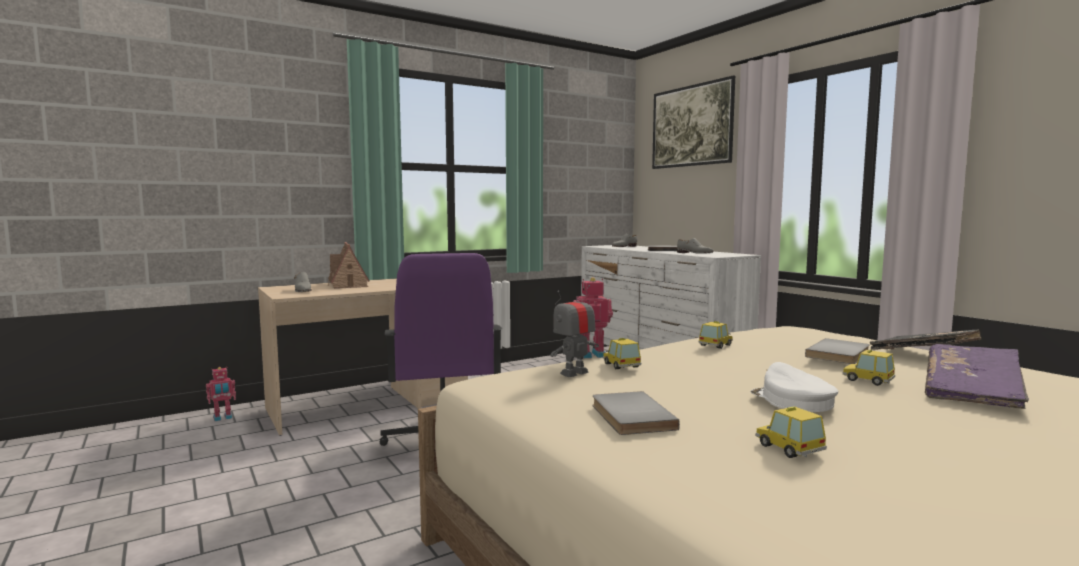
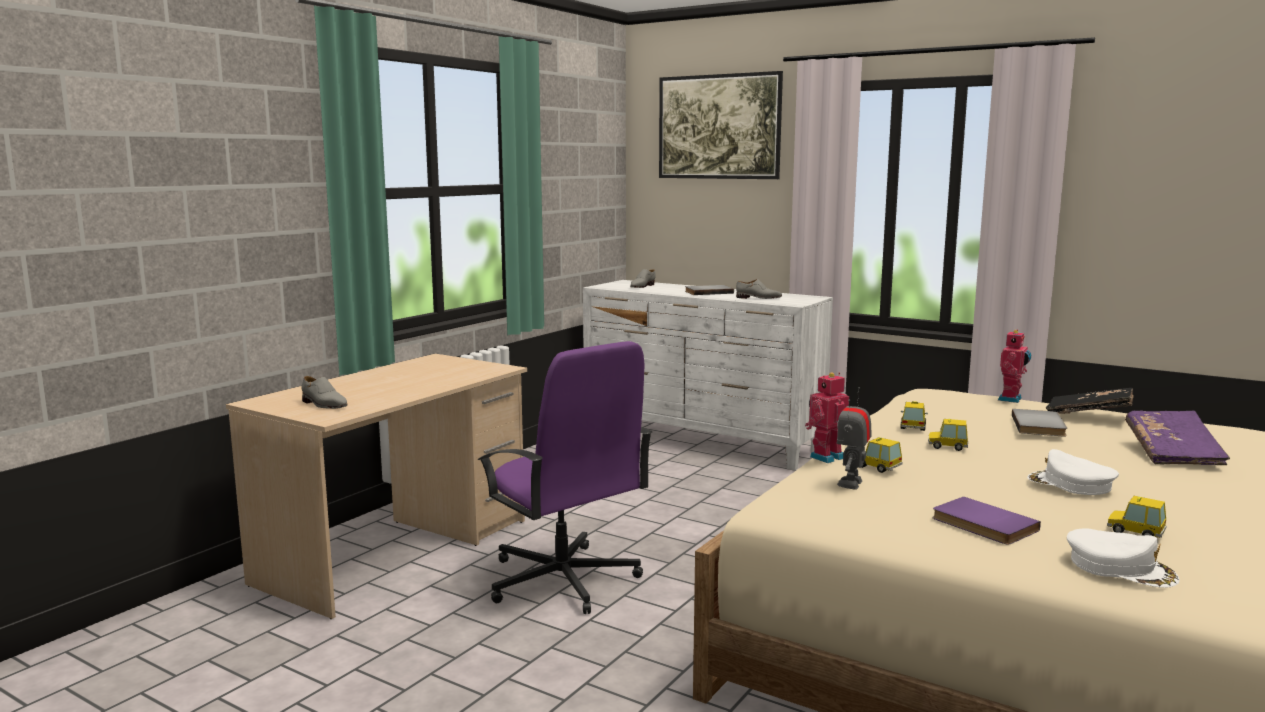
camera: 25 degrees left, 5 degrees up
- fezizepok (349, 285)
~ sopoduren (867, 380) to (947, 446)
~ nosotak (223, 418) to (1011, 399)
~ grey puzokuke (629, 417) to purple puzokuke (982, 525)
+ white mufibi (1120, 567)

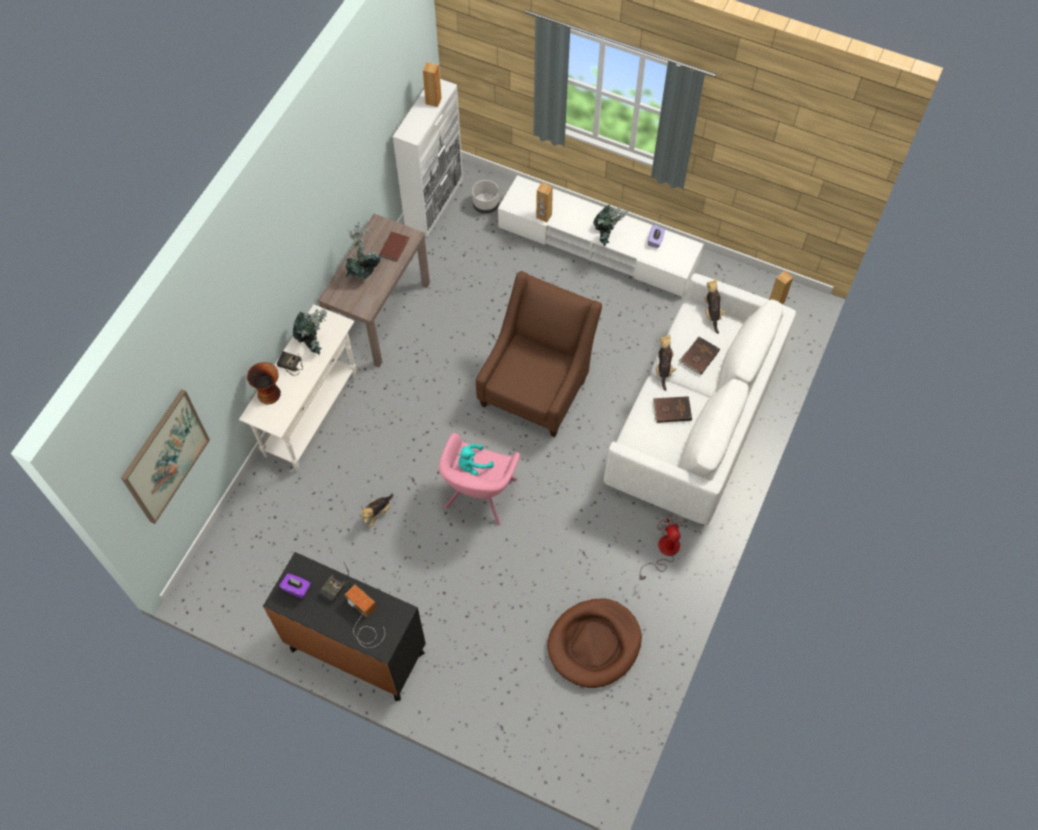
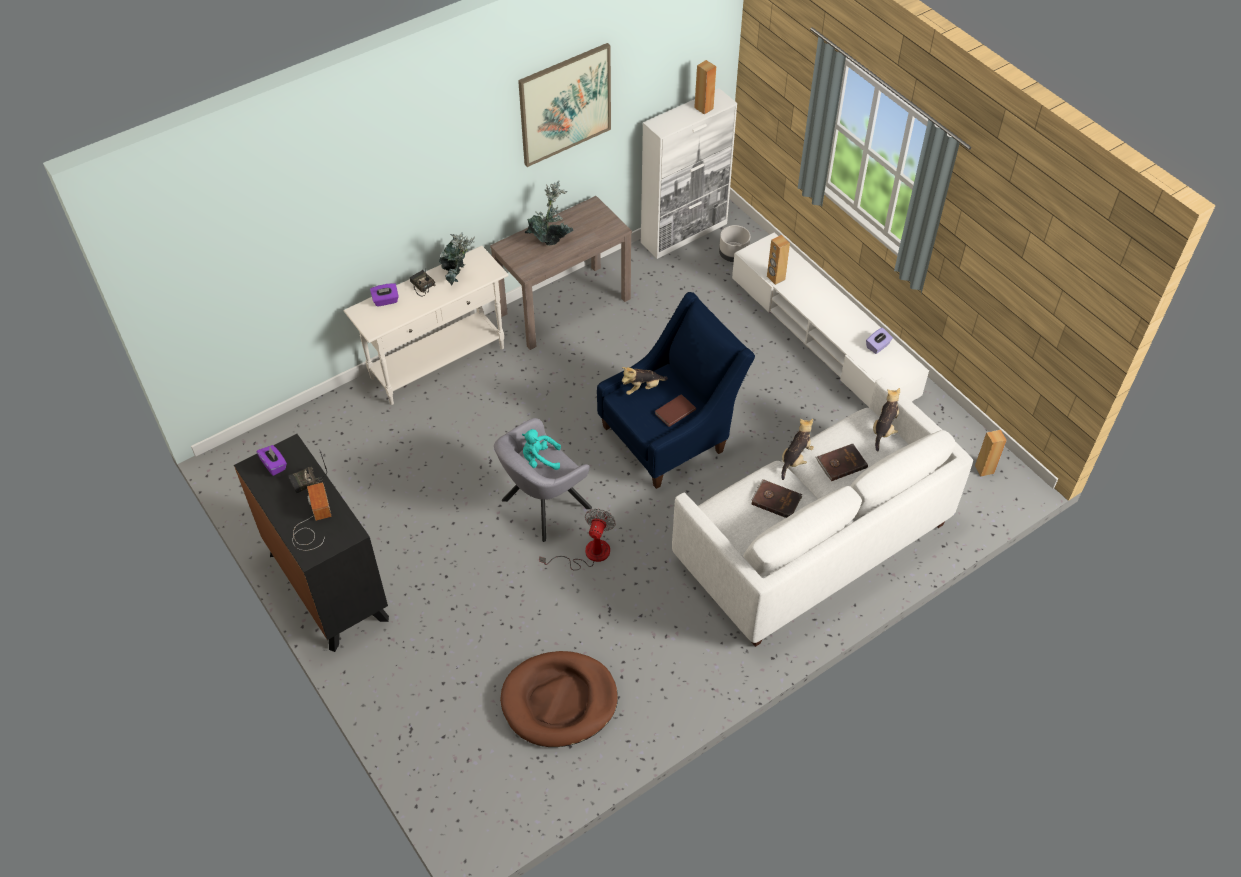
camera: 30 degrees right, 10 degrees down
- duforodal (606, 236)
~ brown puzokuke (393, 247) to (674, 411)
~ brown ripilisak (537, 387) to blue ripilisak (671, 435)
~ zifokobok (269, 393) to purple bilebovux (386, 301)
~ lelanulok (165, 456) to (565, 104)
~ pink ripilisak (478, 496) to grey ripilisak (542, 506)
~ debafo (378, 513) to (642, 388)
~ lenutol (664, 552) to (588, 554)

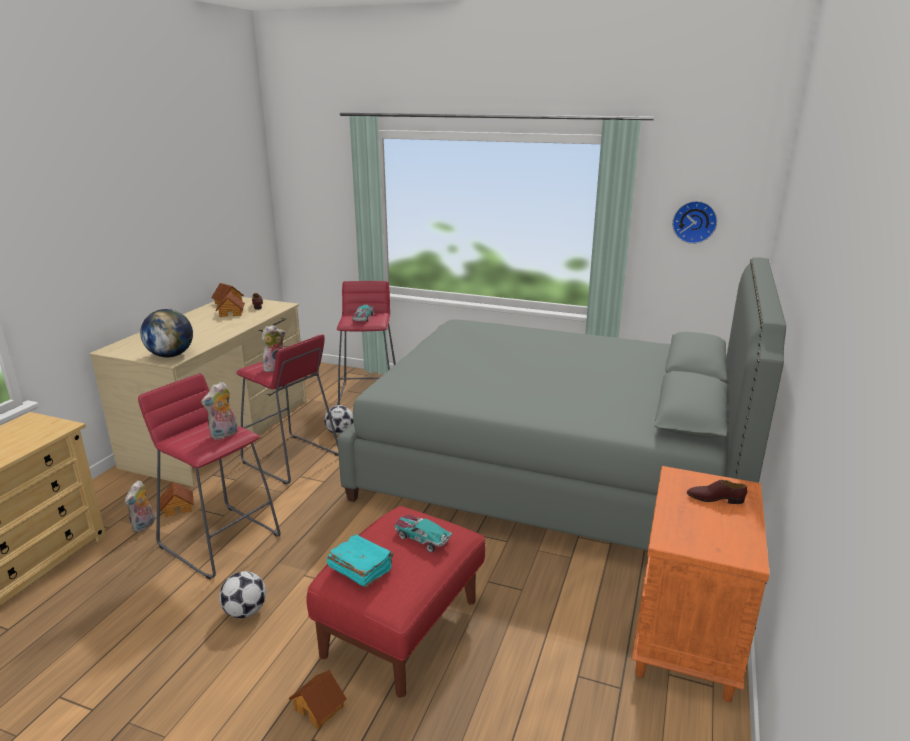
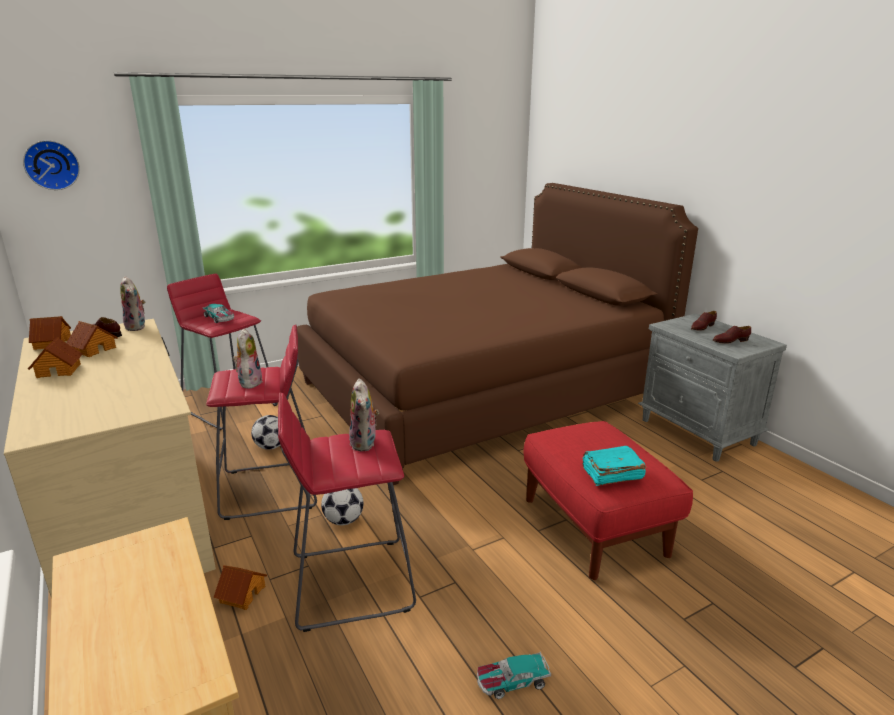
camera: 50 degrees left, 0 degrees up
~ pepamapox (694, 221) to (52, 165)
~ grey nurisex (552, 470) to brown nurisex (480, 390)
- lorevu (171, 355)
~ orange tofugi (686, 639) to grey tofugi (698, 432)
~ debafo (144, 526) to (137, 327)
~ sopoduren (422, 538) to (512, 681)
~ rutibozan (245, 611) to (343, 520)
~ fezizepok (319, 707) to (59, 370)
+ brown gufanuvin (730, 341)

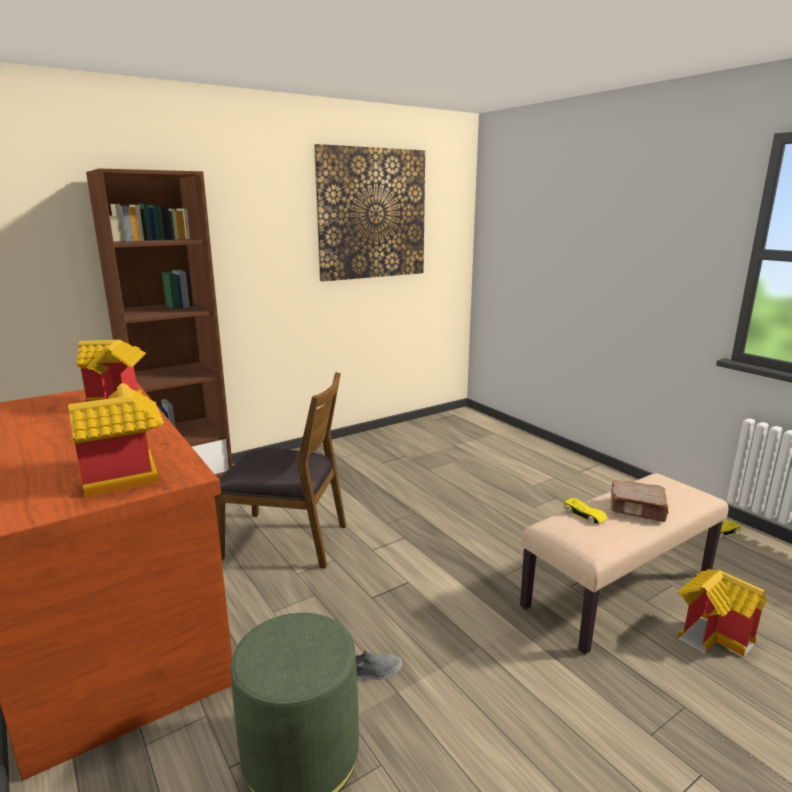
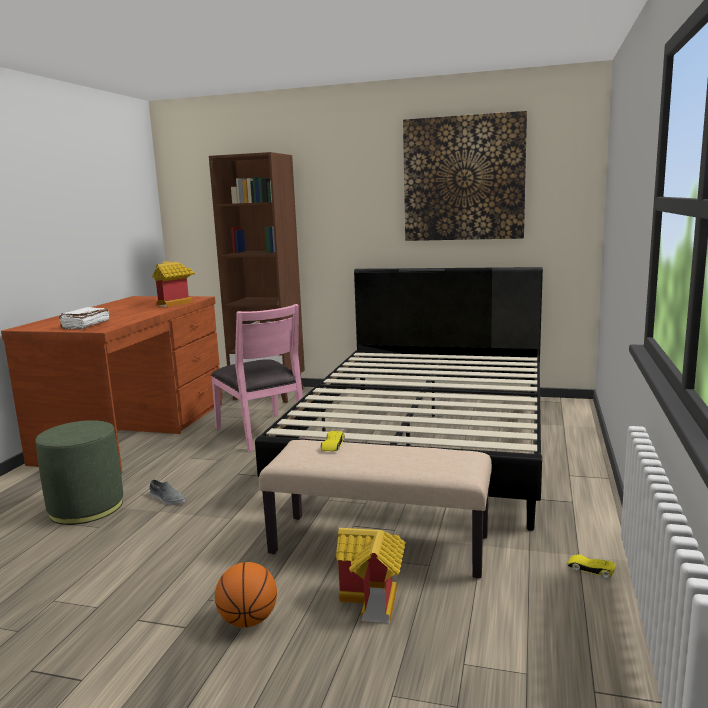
camera: 50 degrees right, 5 degrees down
~ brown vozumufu (286, 540) to pink vozumufu (262, 432)
~ fezizepok (127, 479) to white puzokuke (85, 326)
- brown puzokuke (637, 510)
+ black nurisex (425, 442)
+ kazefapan (248, 620)

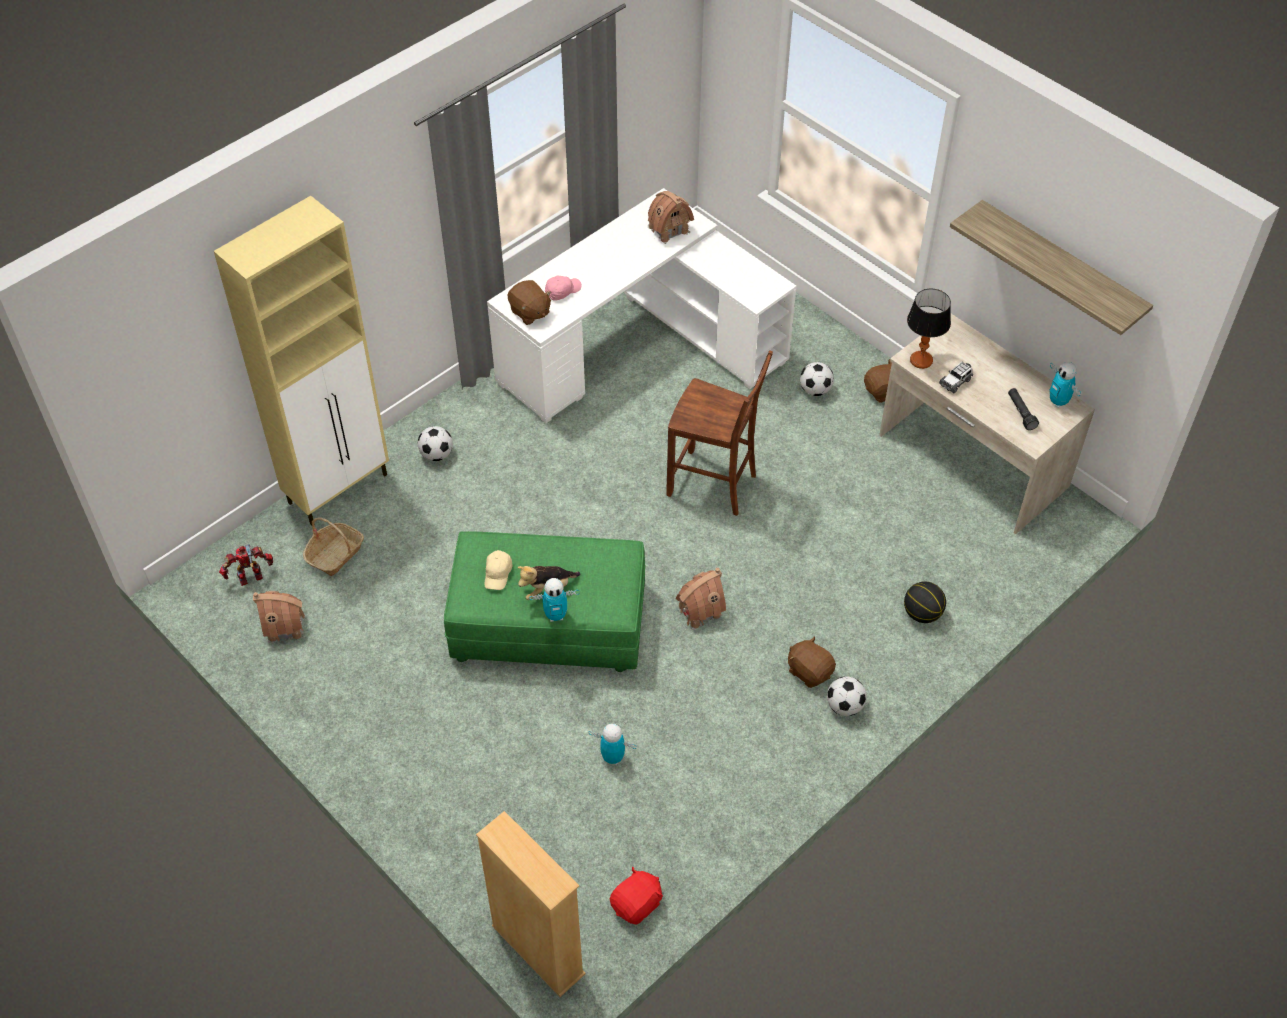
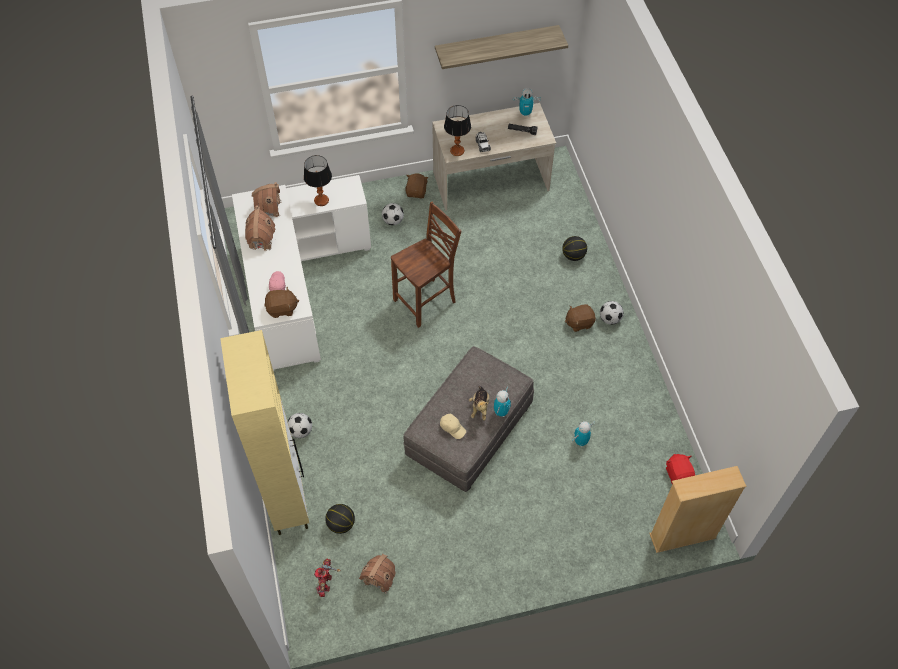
camera: 60 degrees left, 5 degrees up
~ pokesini (335, 554) to kazefapan (341, 524)
~ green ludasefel (549, 621) to grey ludasefel (469, 429)
~ fezizepok (699, 610) to (261, 240)
+ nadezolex (321, 201)

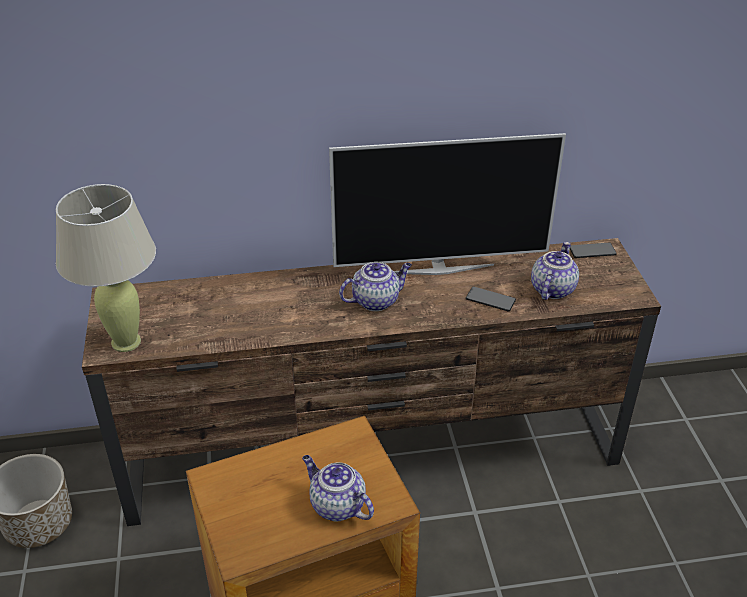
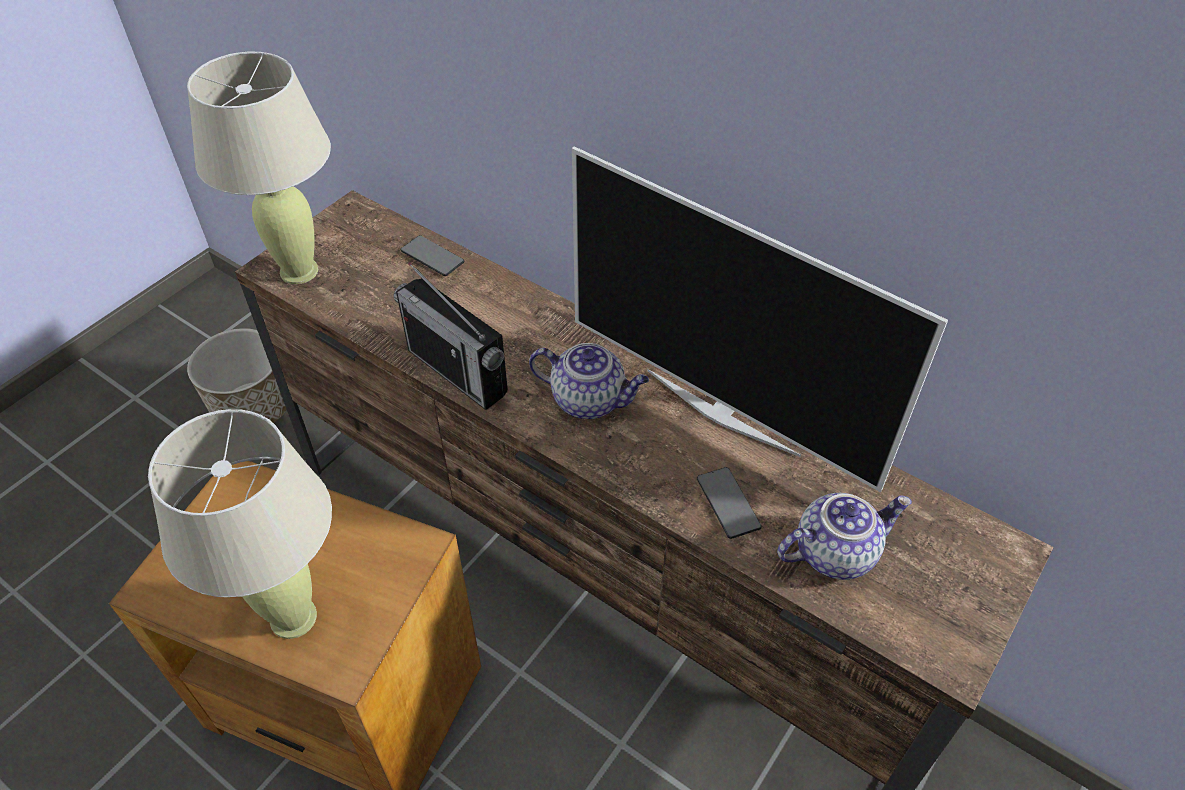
camera: 45 degrees right, 10 degrees up
~ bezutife (592, 251) to (432, 257)
~ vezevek (336, 505) to beige nadezolex (293, 617)
+ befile (457, 371)

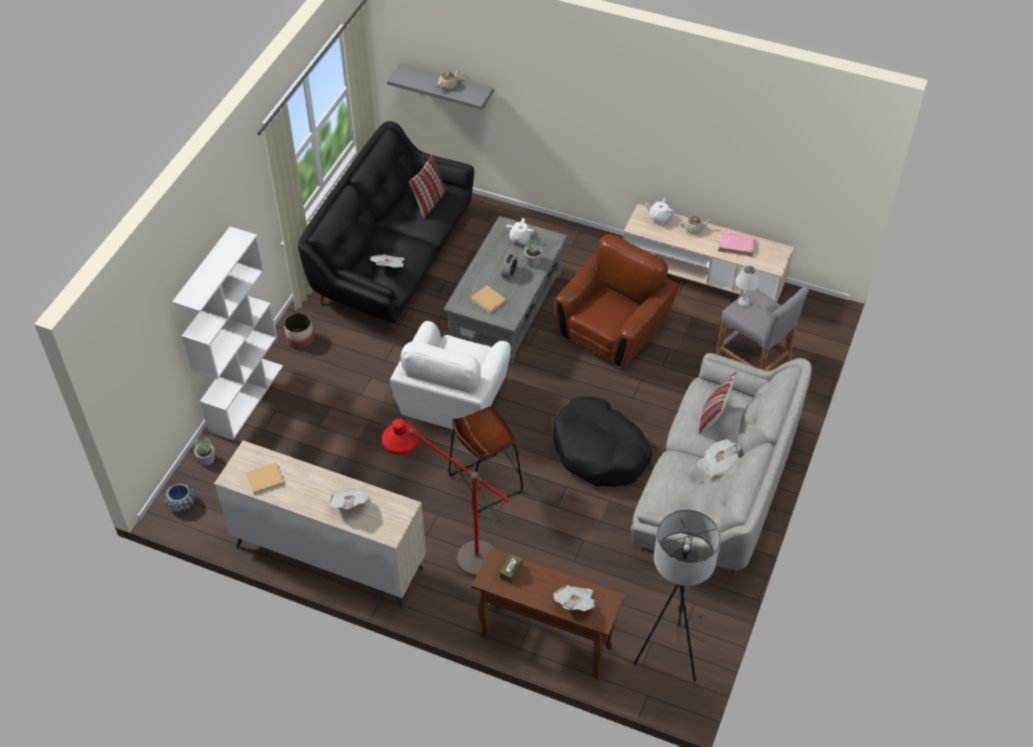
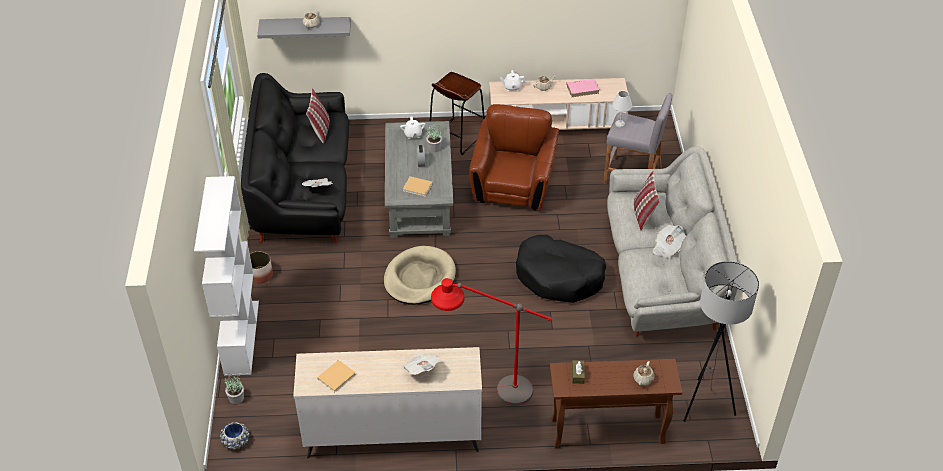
camera: 25 degrees left, 5 degrees down
~ white ripilisak (453, 399) to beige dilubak (419, 278)
~ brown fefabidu (485, 483) to (456, 136)
~ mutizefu (576, 603) to beige vezevek (643, 379)

